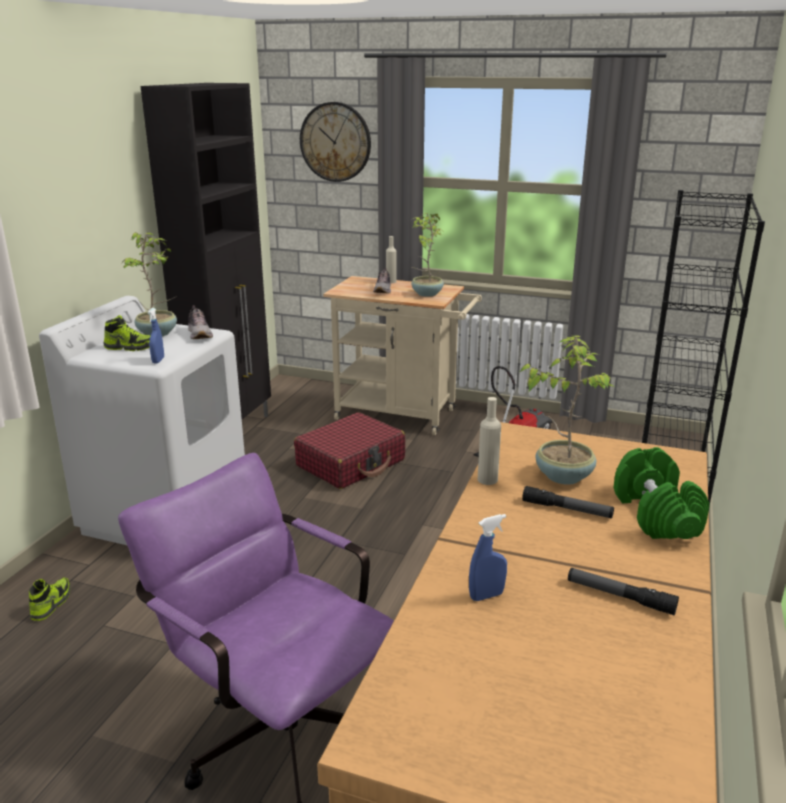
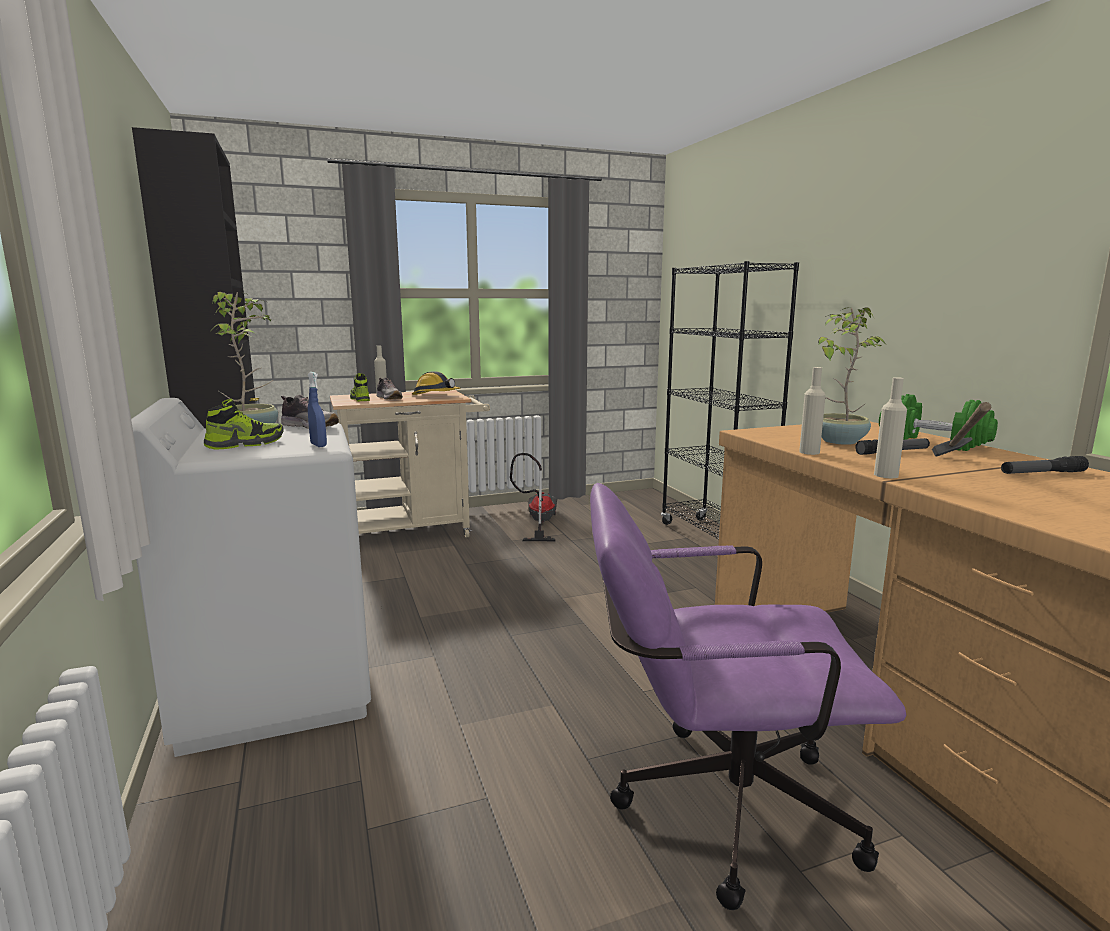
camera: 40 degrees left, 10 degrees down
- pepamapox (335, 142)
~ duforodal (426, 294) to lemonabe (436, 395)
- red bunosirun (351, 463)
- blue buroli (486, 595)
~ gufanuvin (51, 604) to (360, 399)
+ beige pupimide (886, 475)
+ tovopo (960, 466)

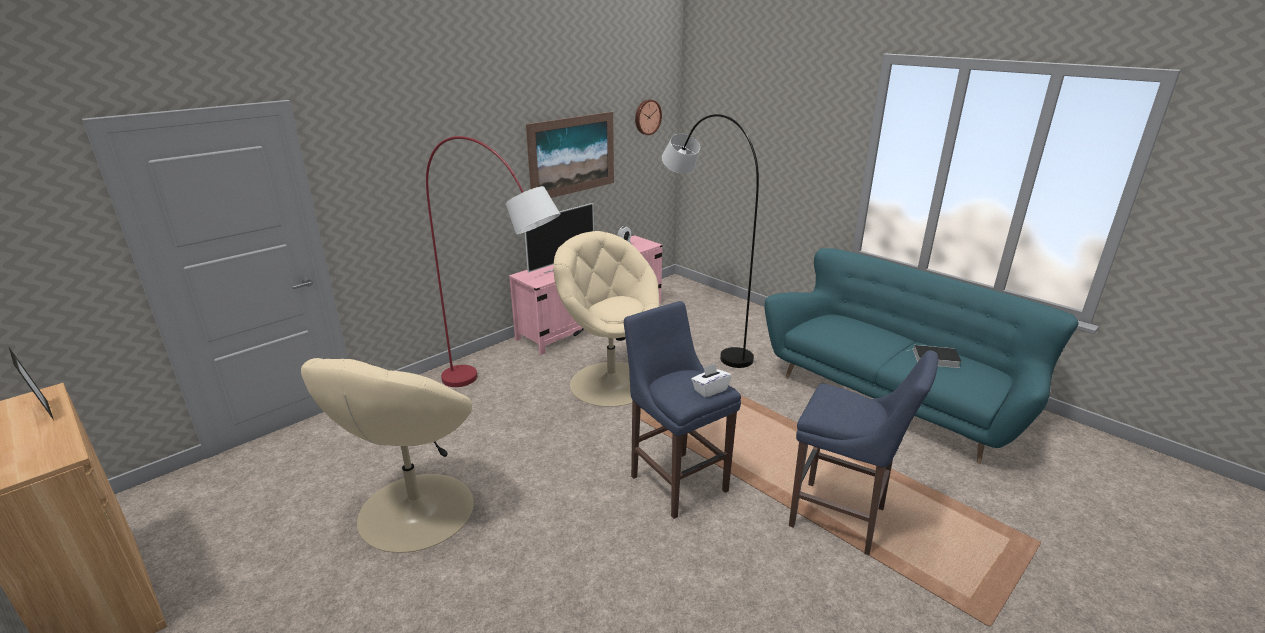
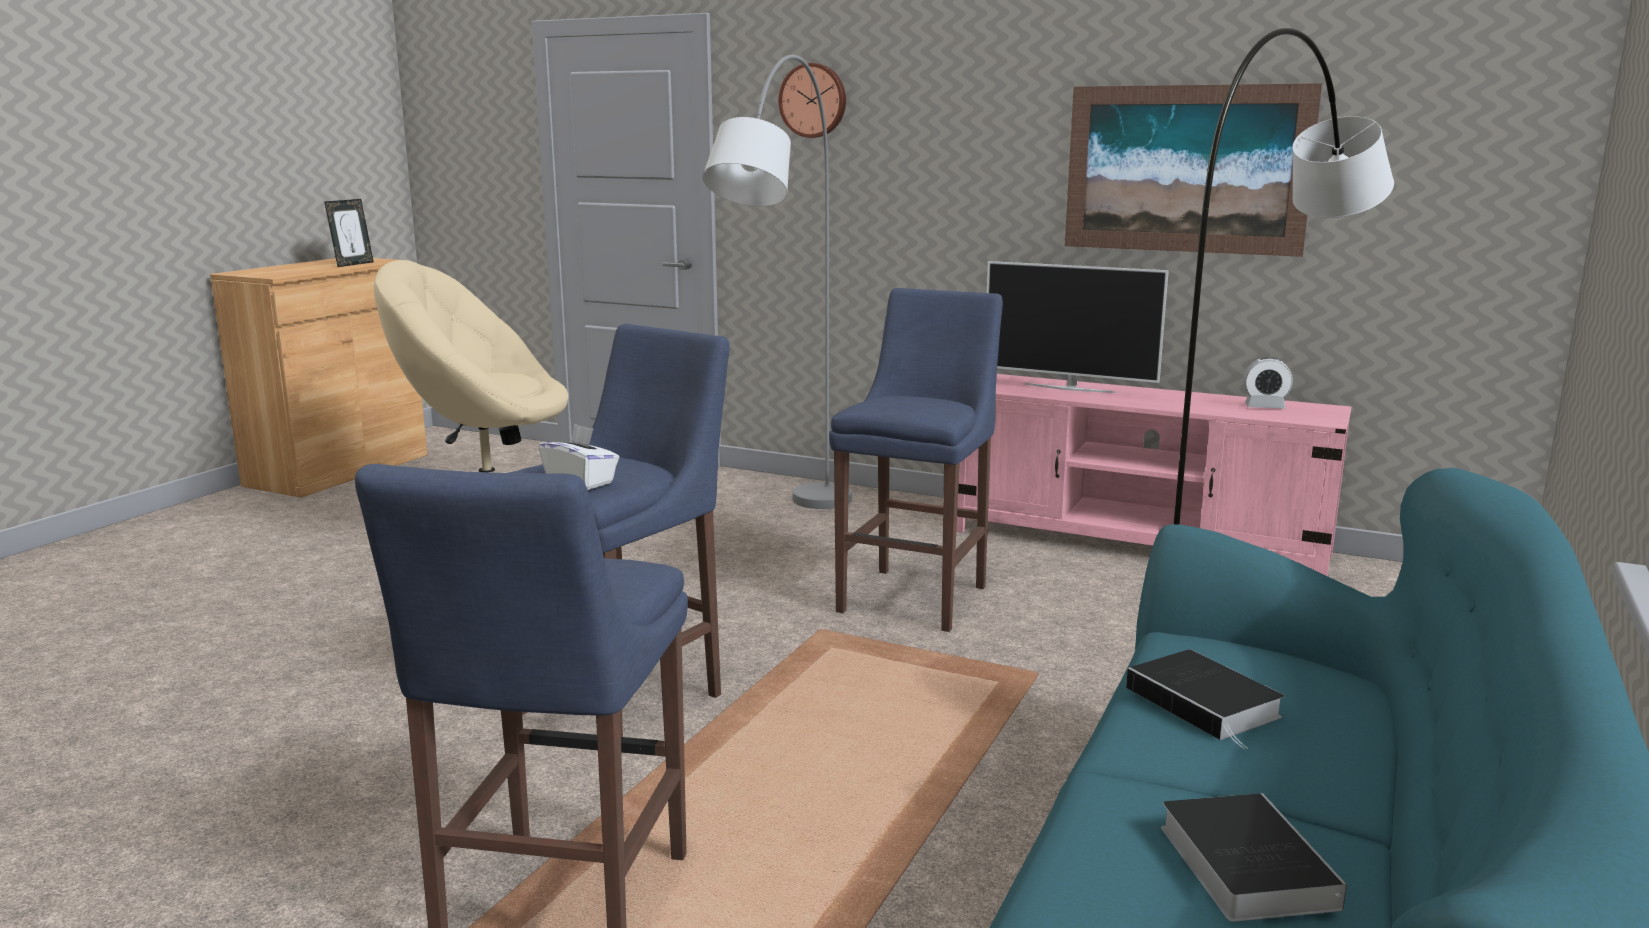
camera: 70 degrees right, 10 degrees down
~ pepamapox (647, 117) to (813, 100)
~ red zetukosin (506, 399) to grey zetukosin (788, 536)
~ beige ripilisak (610, 382) to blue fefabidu (917, 596)
+ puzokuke (1207, 704)

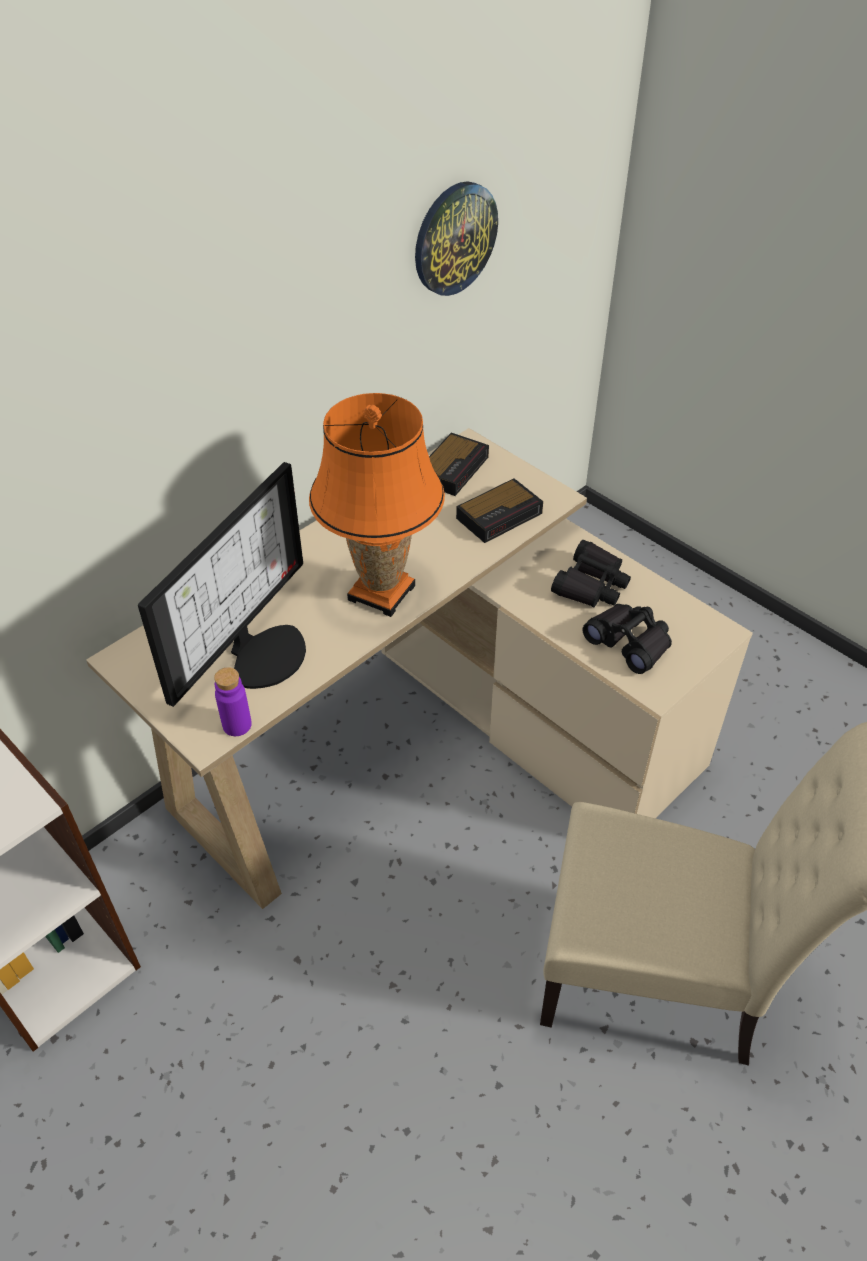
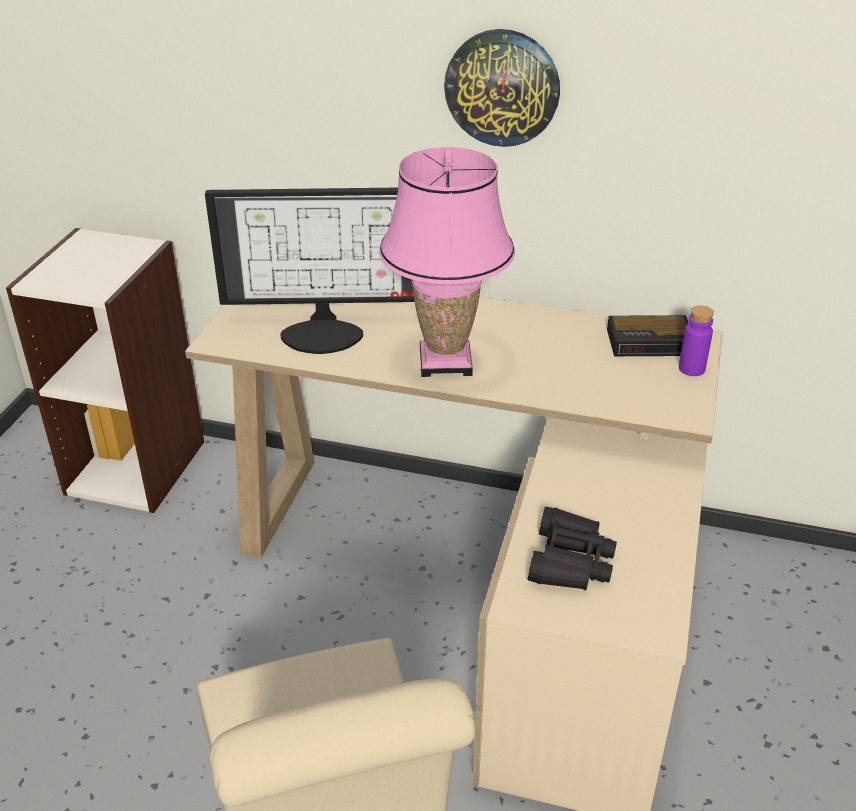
camera: 60 degrees right, 10 degrees down
~ pepamapox (454, 238) to (502, 87)
~ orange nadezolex (381, 592) to pink nadezolex (445, 361)
- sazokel (500, 515)
- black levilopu (591, 584)
~ purple pupimide (237, 725) to (691, 369)

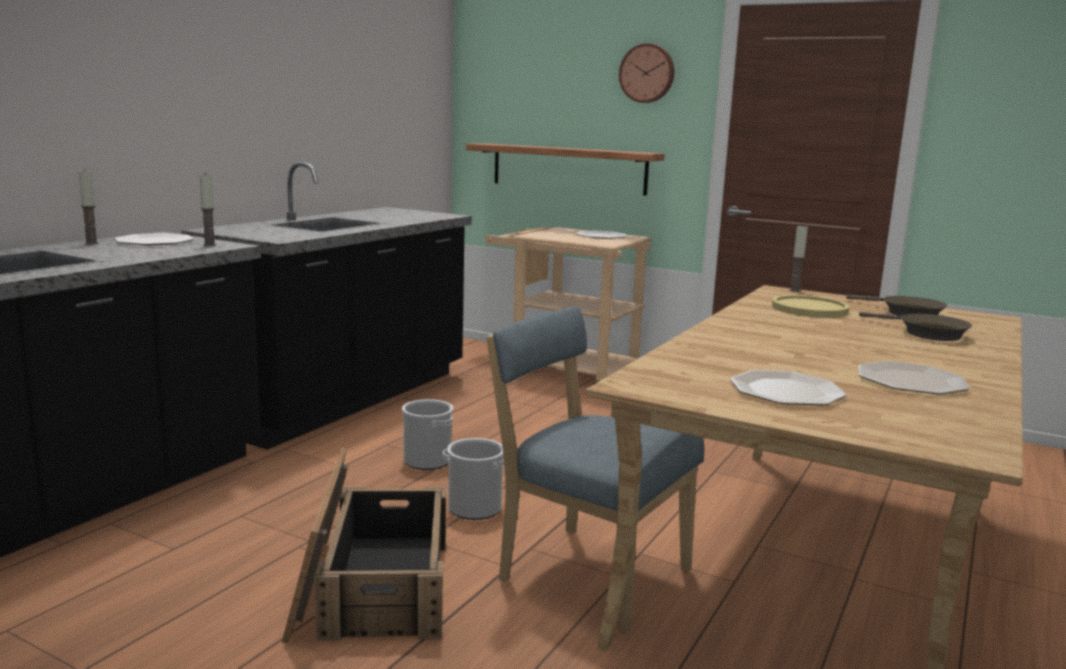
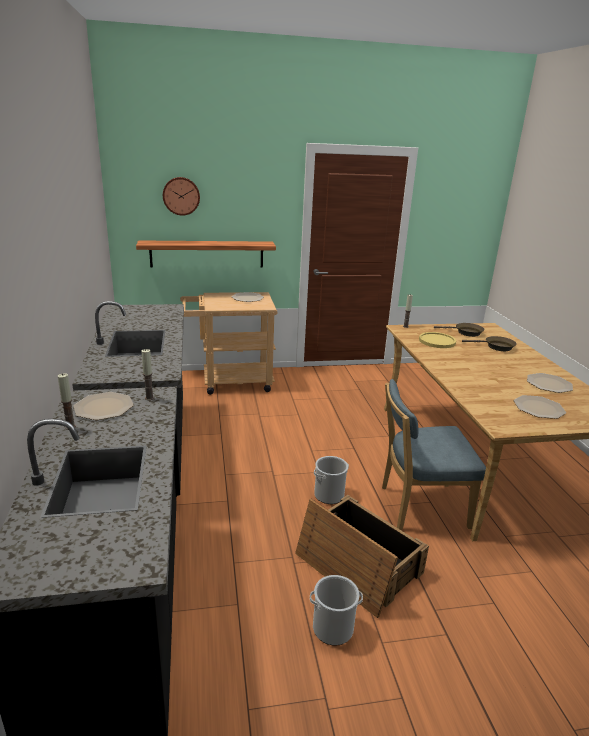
camera: 40 degrees left, 10 degrees up
~ pepamapox (647, 73) to (181, 196)
~ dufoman (427, 461) to (333, 628)

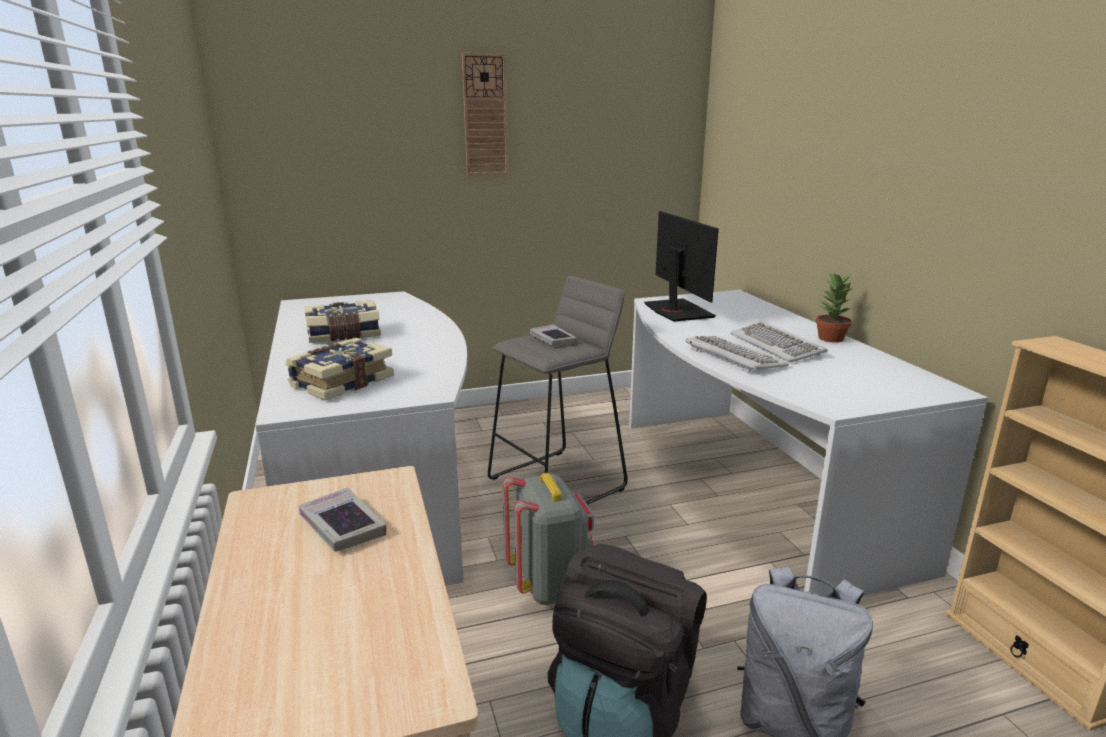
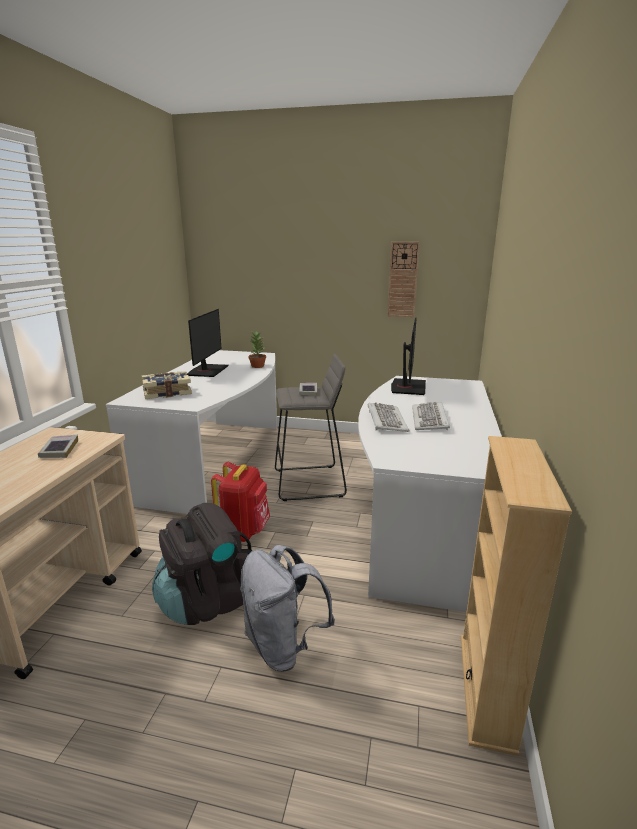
camera: 30 degrees right, 0 degrees up
~ pepamapox (485, 115) to (403, 280)
~ duforodal (830, 338) to (257, 366)
~ puzokuke (344, 335) to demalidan (207, 371)
~ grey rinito (550, 584) to red rinito (244, 531)

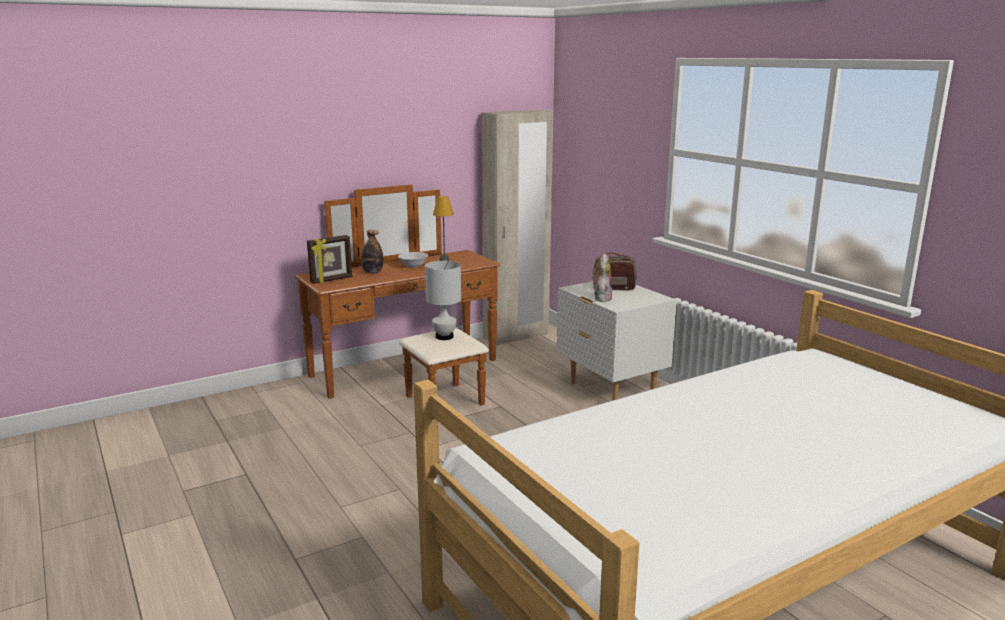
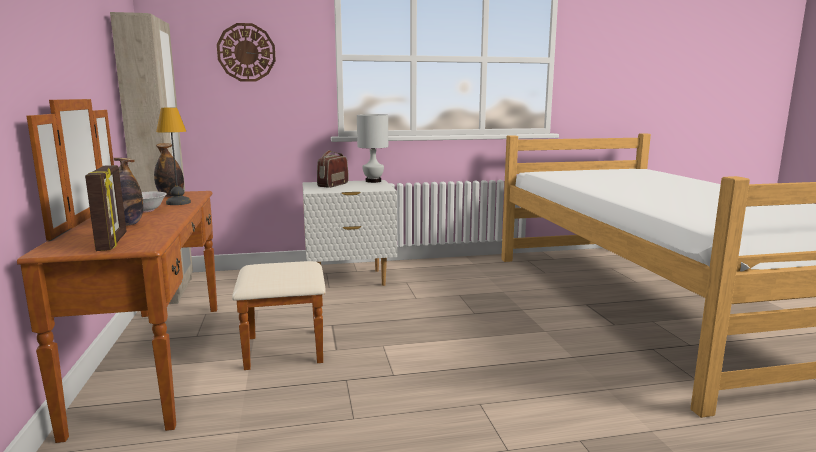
camera: 70 degrees left, 5 degrees down
- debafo (601, 298)
~ white nadezolex (445, 337) to (373, 181)
+ pepamapox (246, 52)
+ pupimide (171, 195)

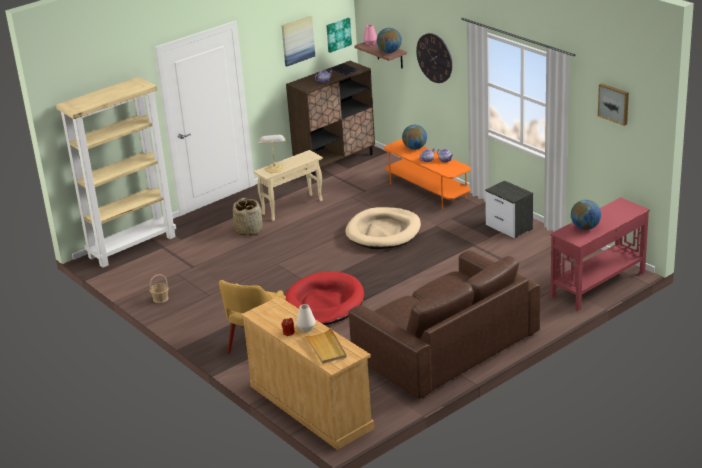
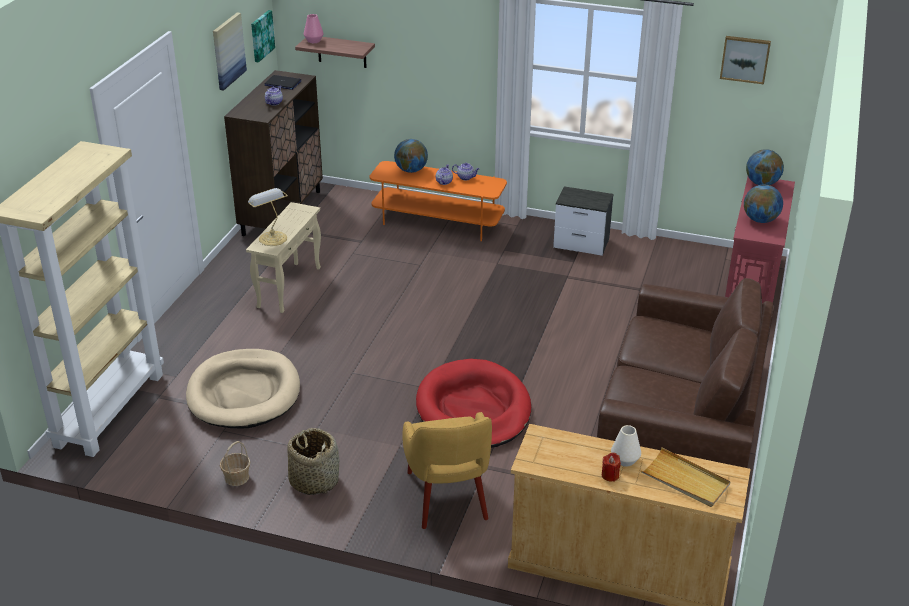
camera: 35 degrees left, 5 degrees up
~ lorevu (389, 52) to (762, 183)
- pepamapox (434, 58)
~ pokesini (249, 230) to (314, 480)
~ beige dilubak (383, 232) to (244, 393)

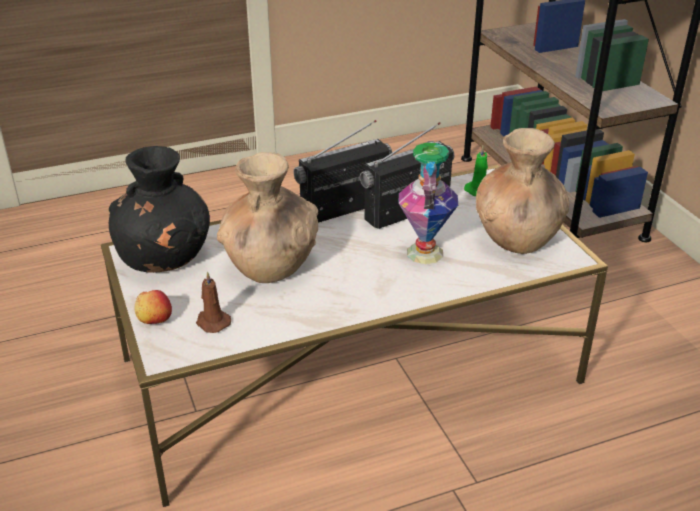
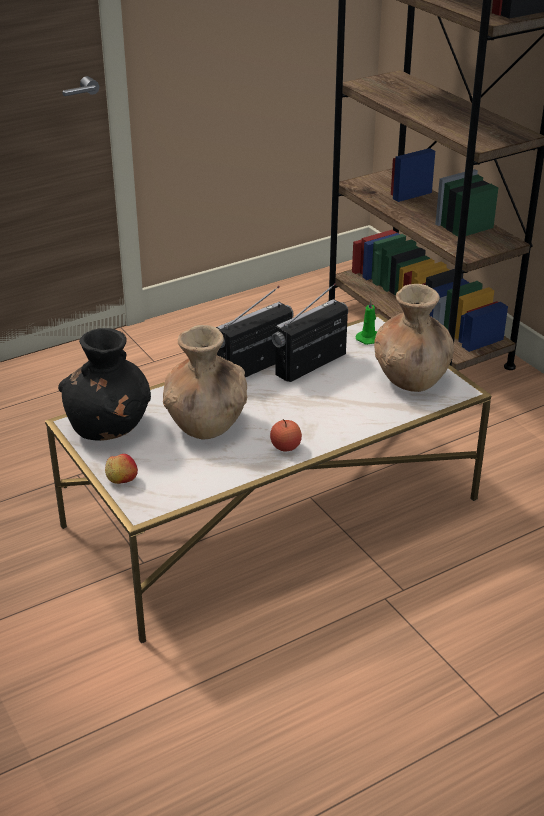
camera: 10 degrees left, 0 degrees up
- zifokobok (426, 253)
- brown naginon (212, 322)
+ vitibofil (285, 447)

